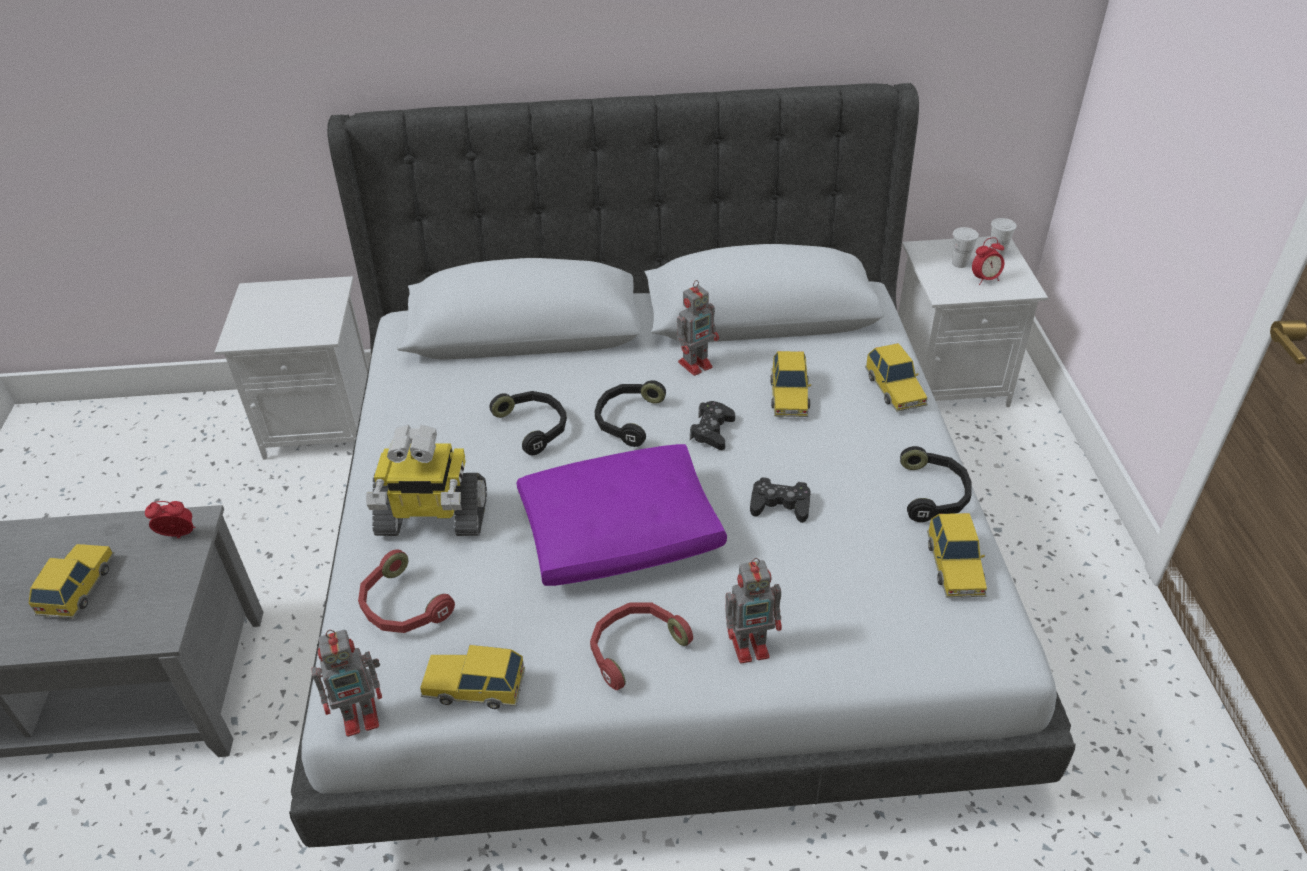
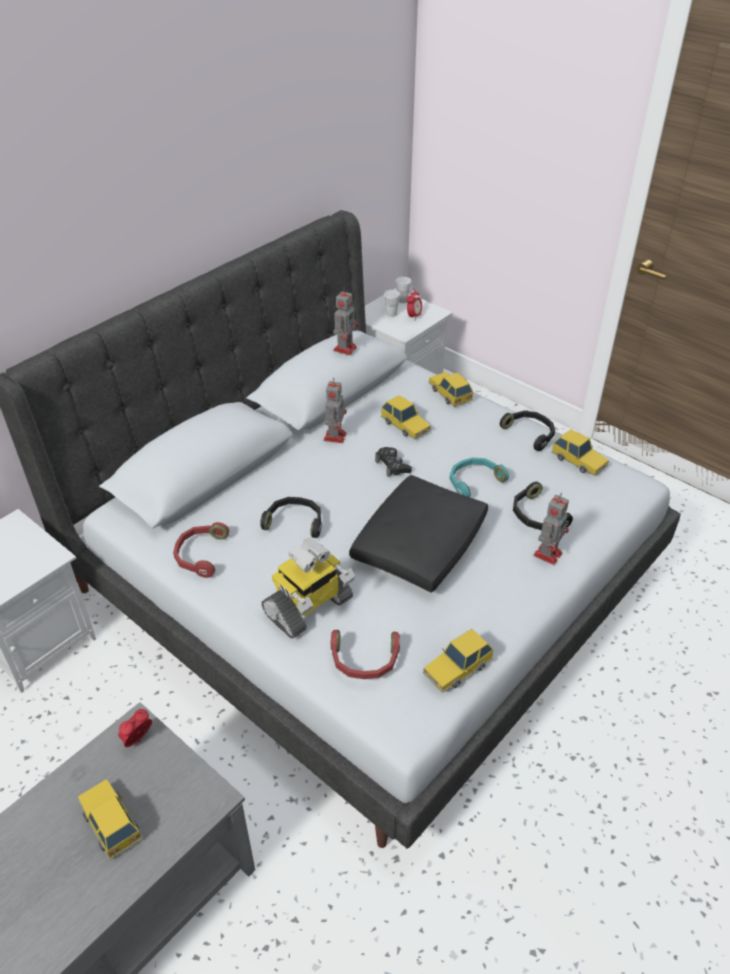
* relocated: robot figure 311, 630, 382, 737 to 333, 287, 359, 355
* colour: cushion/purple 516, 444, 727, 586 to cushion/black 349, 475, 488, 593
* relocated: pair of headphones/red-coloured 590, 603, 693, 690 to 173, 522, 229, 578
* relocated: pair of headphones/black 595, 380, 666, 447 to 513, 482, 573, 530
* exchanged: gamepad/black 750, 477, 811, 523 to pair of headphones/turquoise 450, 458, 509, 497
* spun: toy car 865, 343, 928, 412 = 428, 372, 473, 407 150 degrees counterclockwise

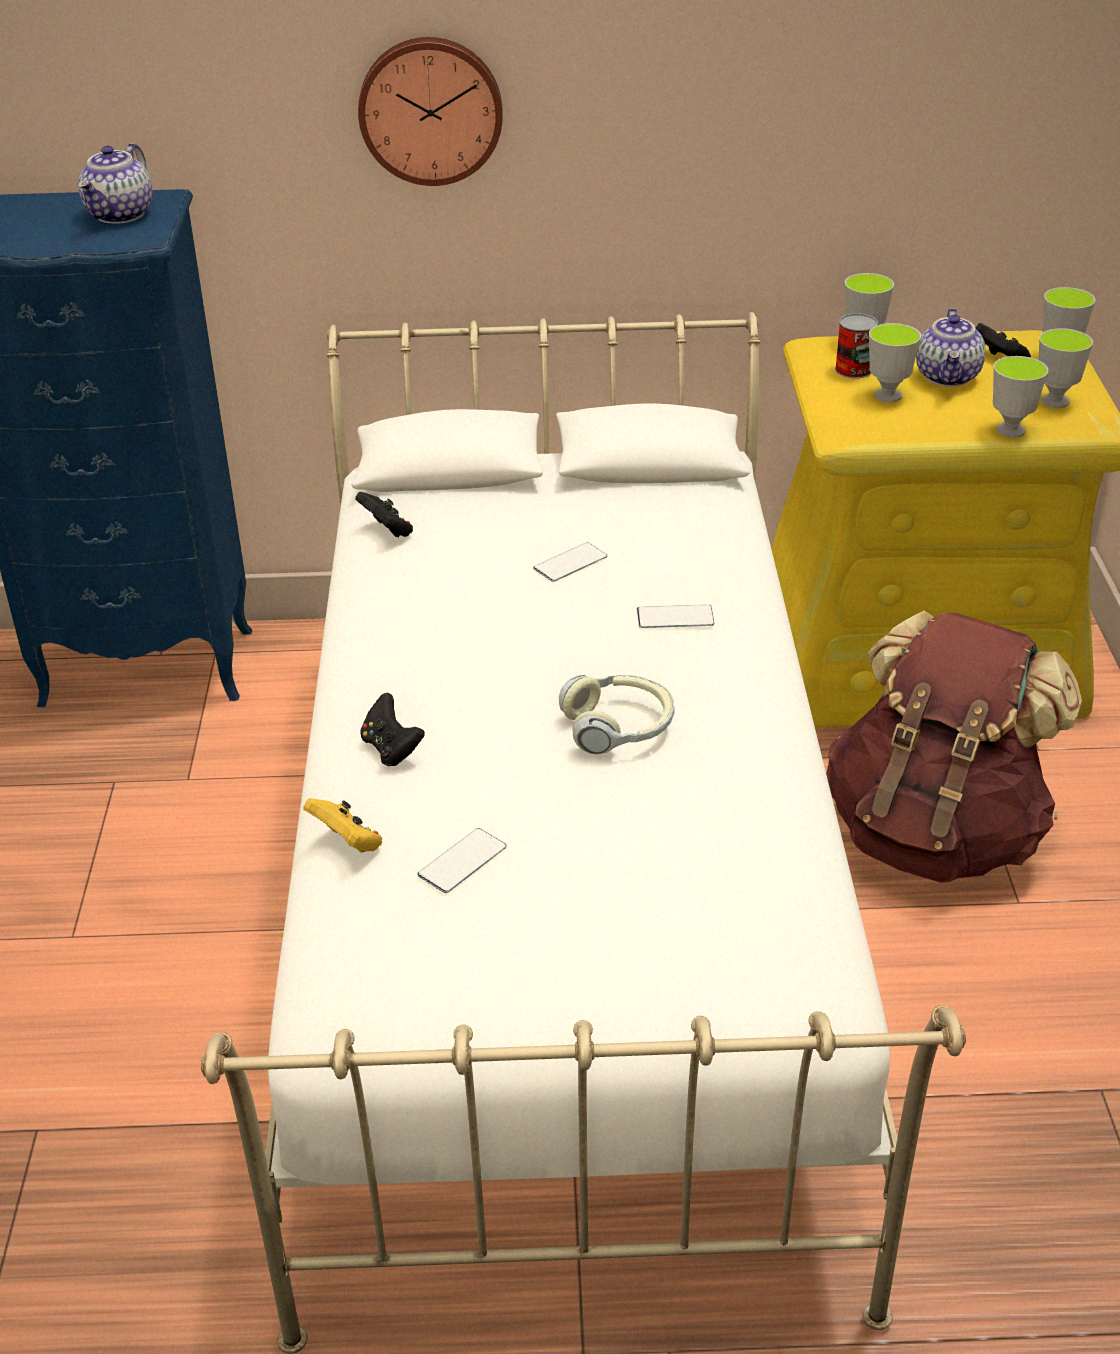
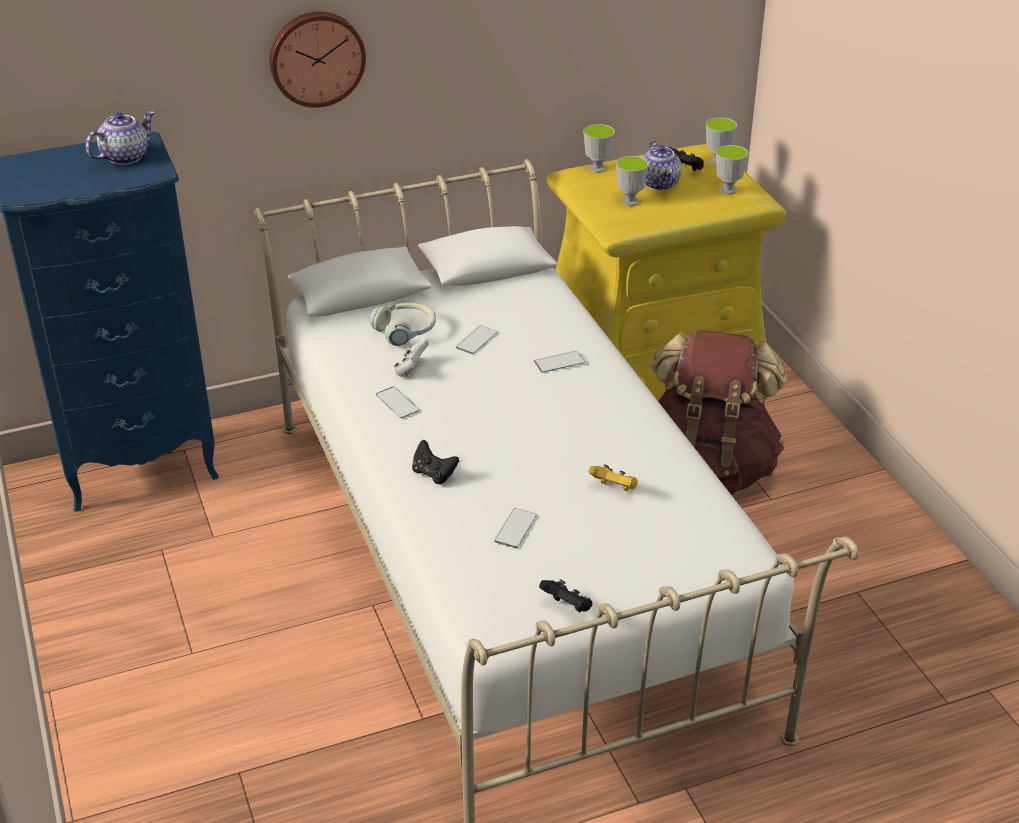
* spun: teapot 78, 143, 152, 224 = 86, 111, 155, 165 135 degrees counterclockwise
* relocated: gamepad/yellow 303, 798, 382, 853 to 589, 464, 638, 491
* relocated: gamepad/black 355, 492, 413, 537 to 539, 579, 592, 612
* relocated: pair of headphones 559, 675, 674, 755 to 370, 302, 436, 346
* missing: sealed can 835, 313, 878, 379
* missing: small cup 993, 356, 1048, 438
* appeared: telephone 376, 386, 419, 418
* appeared: gamepad/white 394, 340, 429, 377

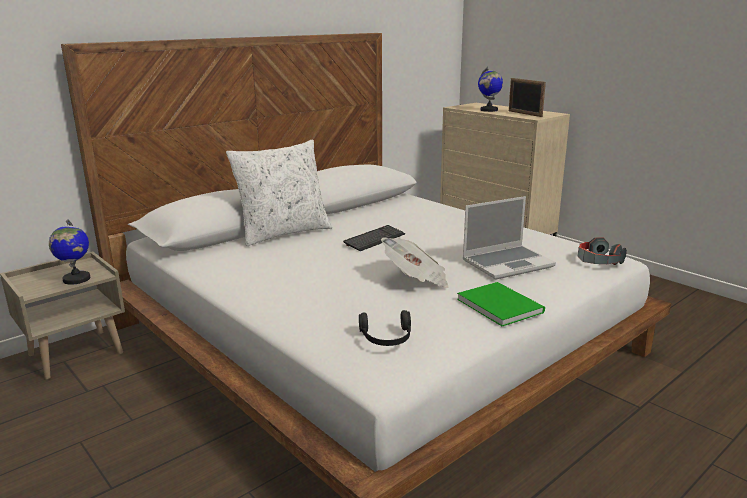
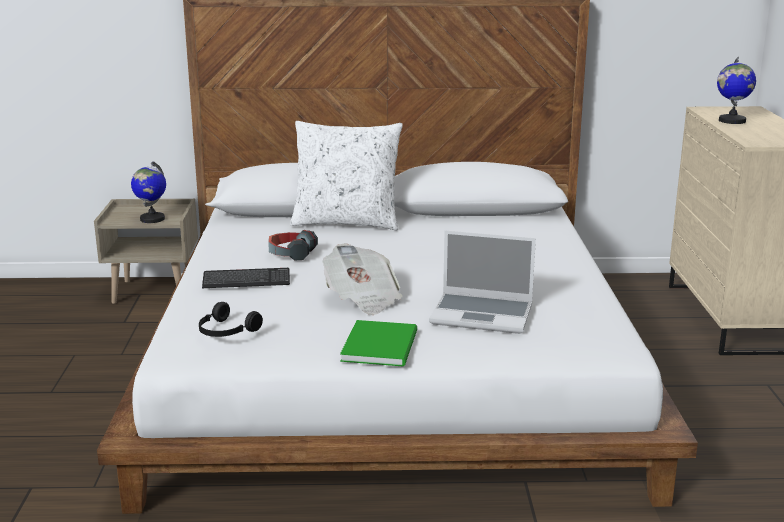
* relocated: computer keyboard 343, 225, 405, 251 to 202, 268, 290, 288
* missing: photo frame 509, 78, 546, 117
* relocated: pair of headphones 578, 237, 627, 265 to 268, 230, 318, 261

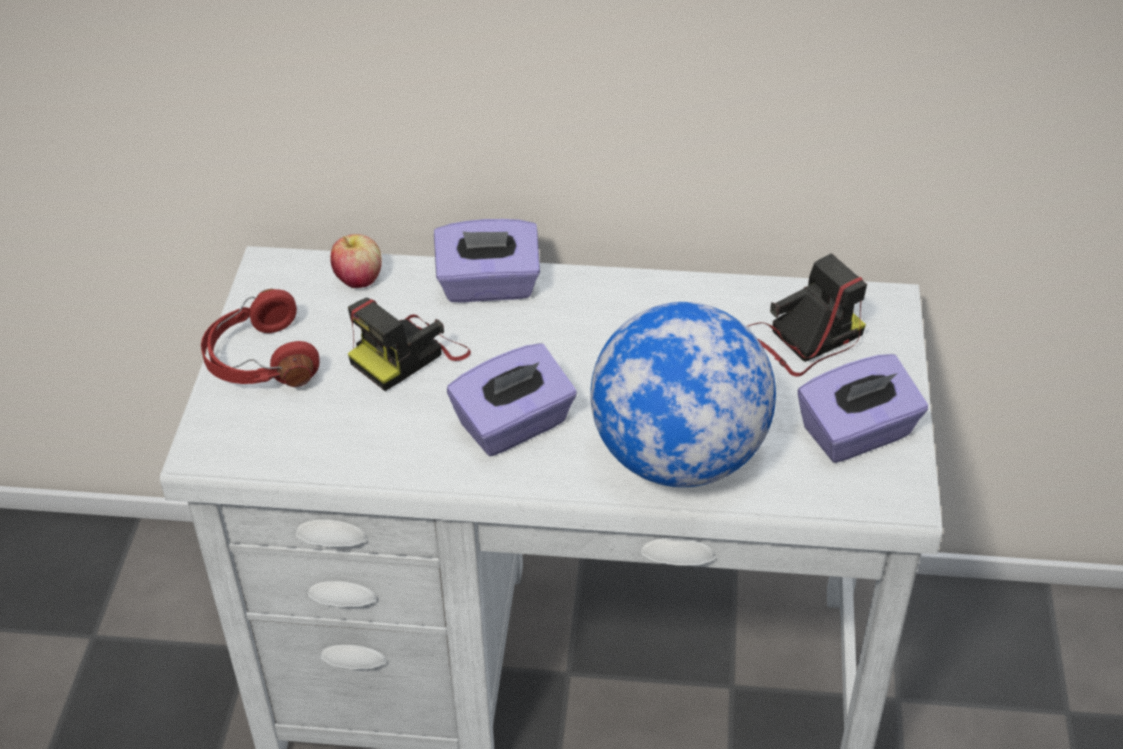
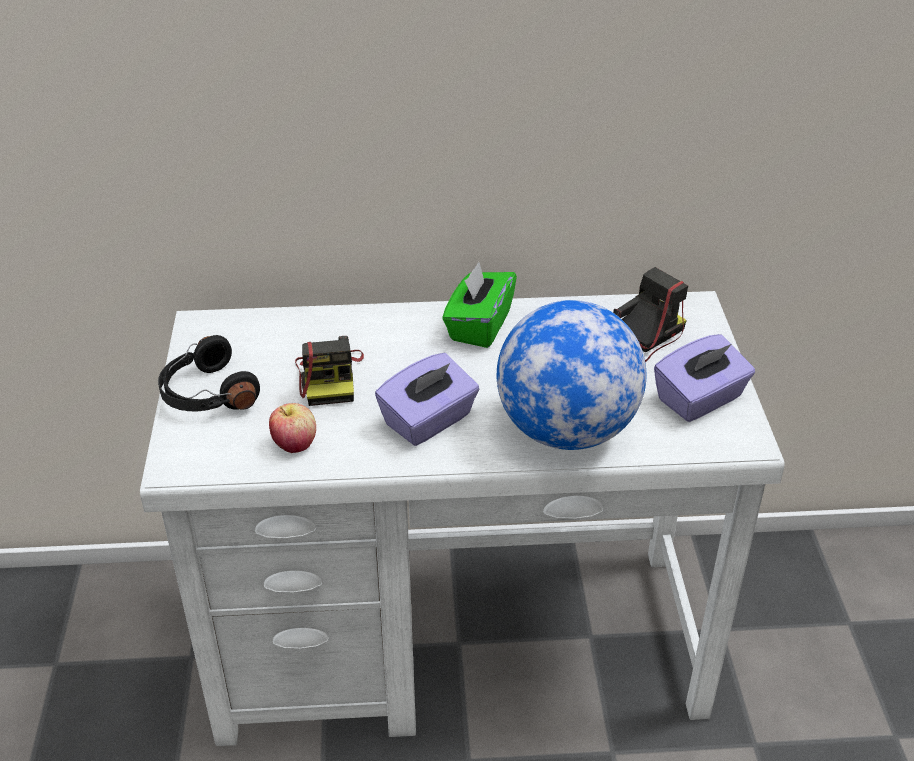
* colour: pair of headphones/red-coloured 201, 289, 320, 387 to pair of headphones/black 158, 335, 260, 411
* relocated: whole apple 330, 234, 382, 288 to 269, 403, 316, 453
* spun: photo camera 348, 298, 471, 391 = 295, 336, 364, 406 45 degrees counterclockwise
* missing: box of tissues/purple 434, 219, 540, 303
* appeared: box of tissues/green-coloured 442, 262, 517, 348

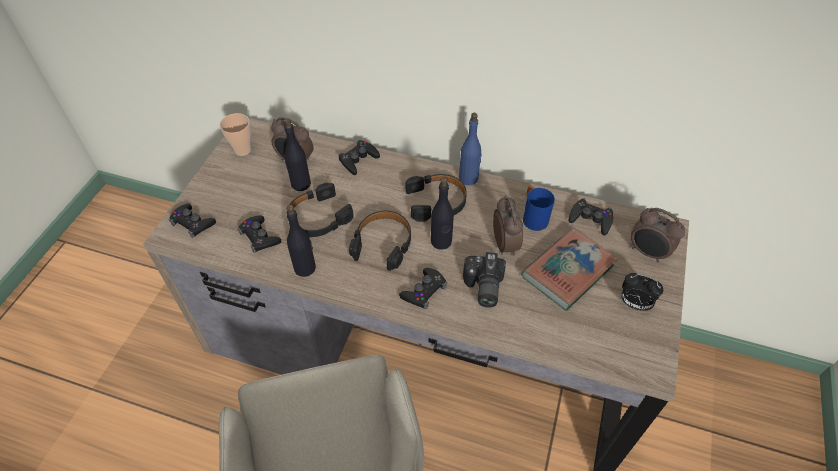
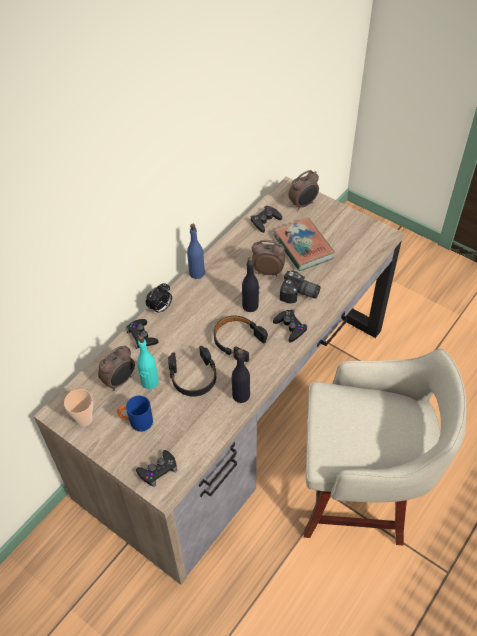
* missing: gamepad/black 238, 215, 281, 253
* colour: drink bottle/black 284, 118, 311, 191 to drink bottle/turquoise 137, 335, 159, 389
* missing: pair of headphones/black 405, 174, 467, 222
* relocated: mug/blue 523, 186, 555, 231 to 117, 396, 153, 432
* relocated: alarm clock 621, 273, 663, 311 to 146, 283, 172, 314

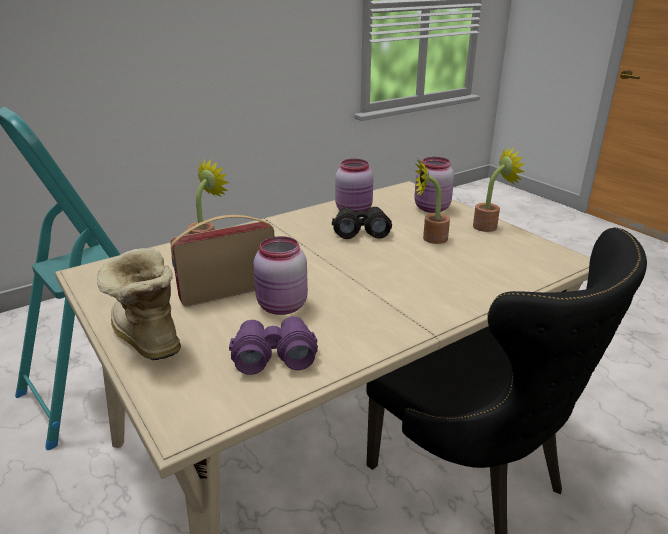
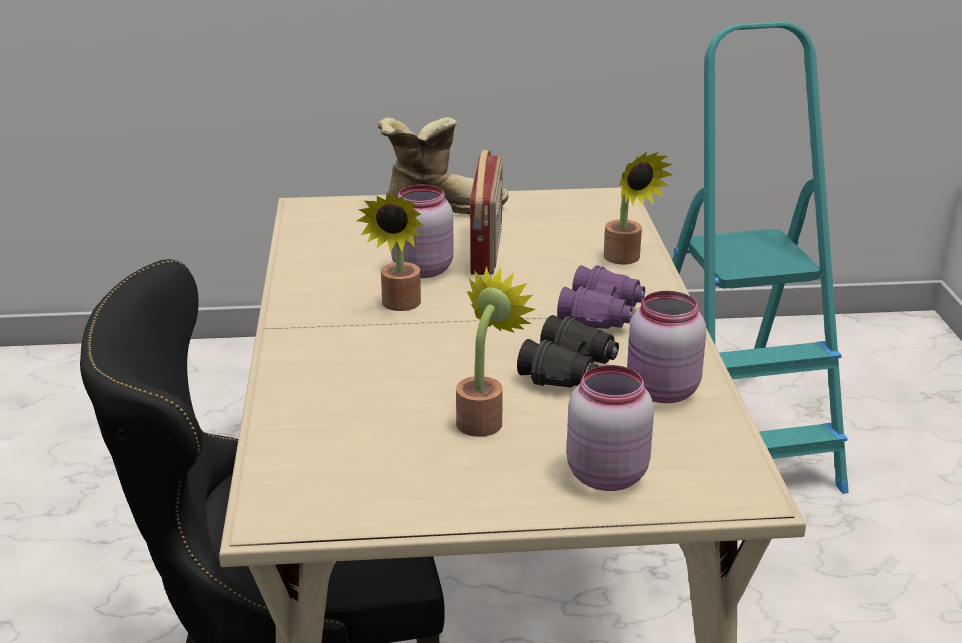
* relocated: binoculars/purple 229, 316, 318, 375 to 557, 265, 645, 329
* relocated: houseplant 473, 146, 525, 232 to 357, 193, 423, 311

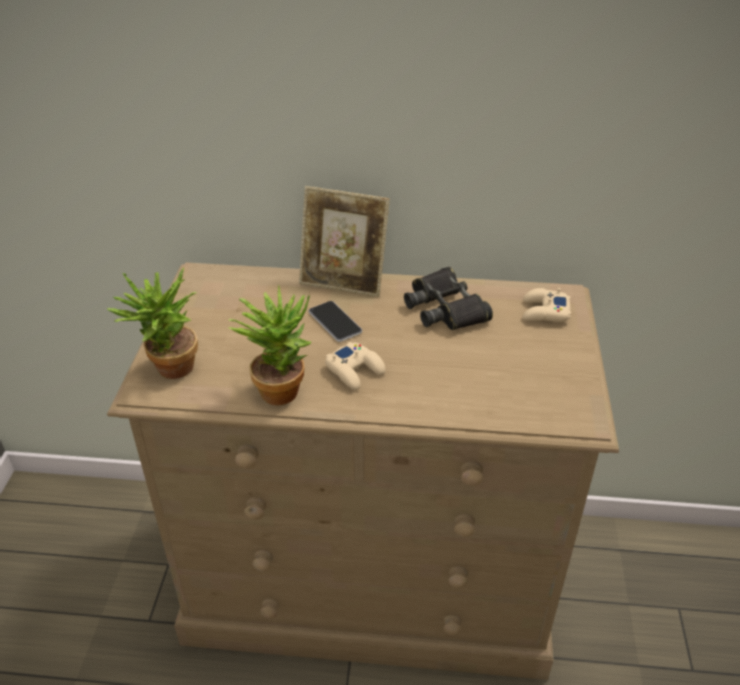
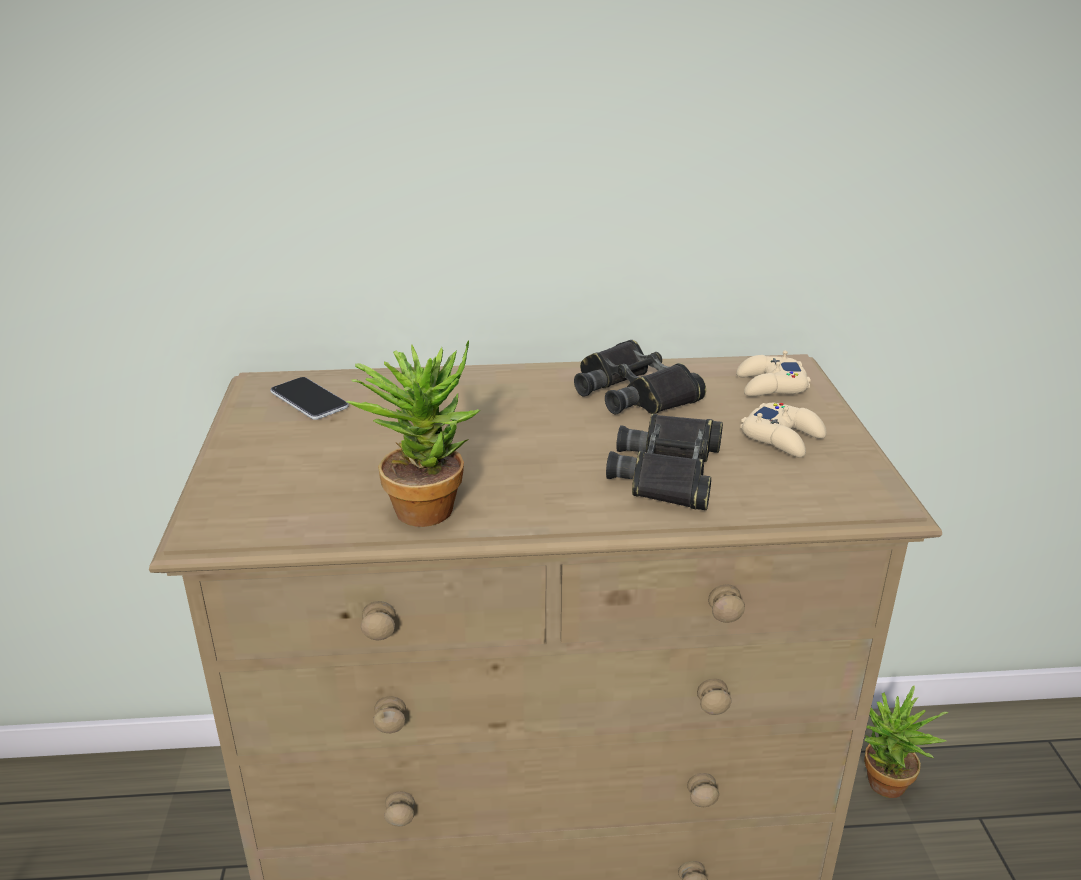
* relocated: houseplant 107, 268, 198, 379 to 864, 686, 948, 798
* missing: photo frame 299, 186, 390, 297
* relocated: telephone 309, 301, 362, 342 to 270, 377, 349, 420
* relocated: gamepad/sand-coloured 325, 342, 386, 390 to 740, 403, 826, 458
* appeared: binoculars/black 606, 414, 723, 510

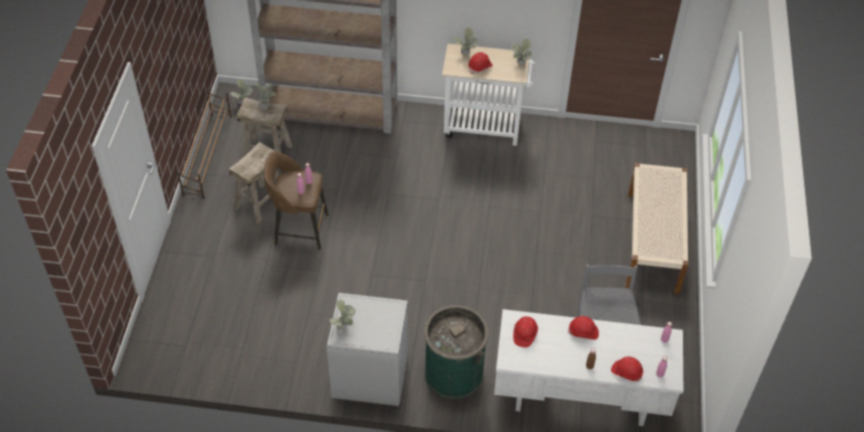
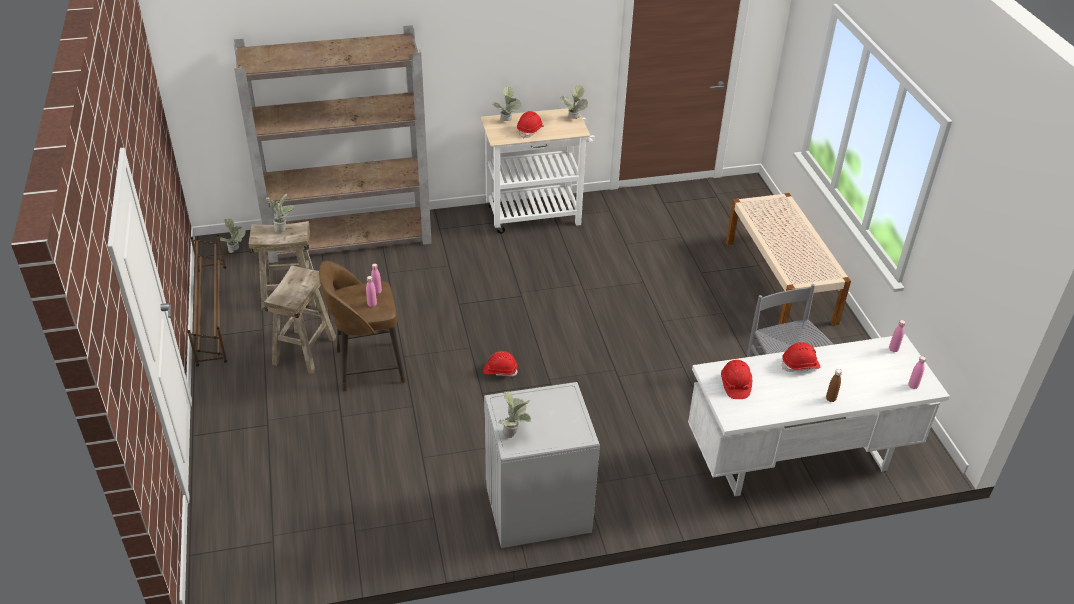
* missing: rubbish bin/green-coloured 424, 305, 489, 400
* relocated: hard hat/red-coloured 611, 356, 643, 382 to 483, 351, 518, 377

